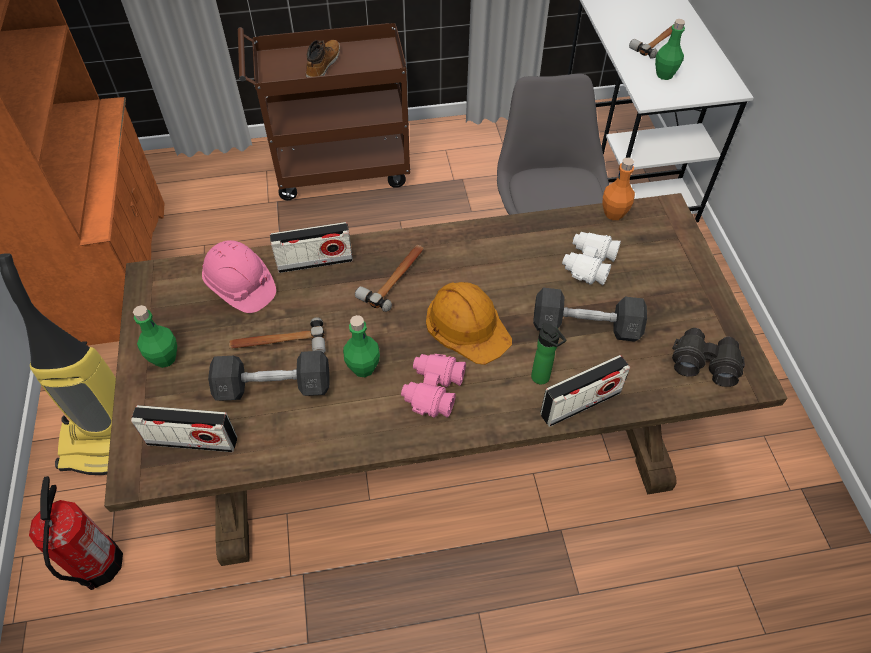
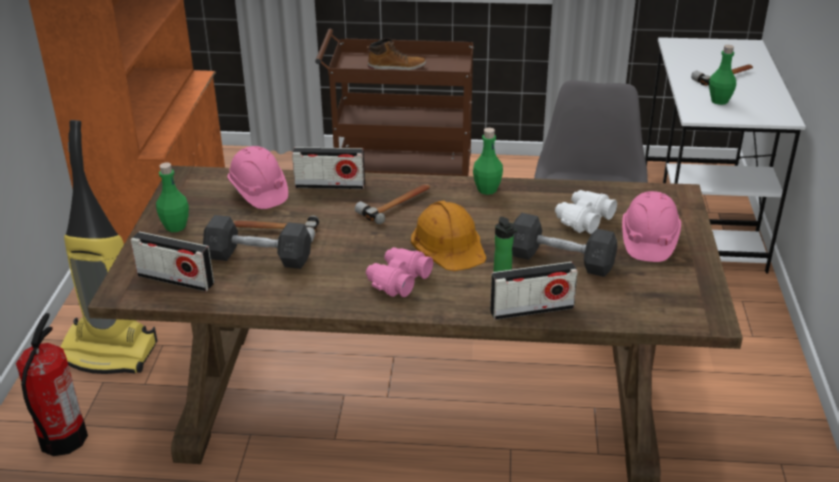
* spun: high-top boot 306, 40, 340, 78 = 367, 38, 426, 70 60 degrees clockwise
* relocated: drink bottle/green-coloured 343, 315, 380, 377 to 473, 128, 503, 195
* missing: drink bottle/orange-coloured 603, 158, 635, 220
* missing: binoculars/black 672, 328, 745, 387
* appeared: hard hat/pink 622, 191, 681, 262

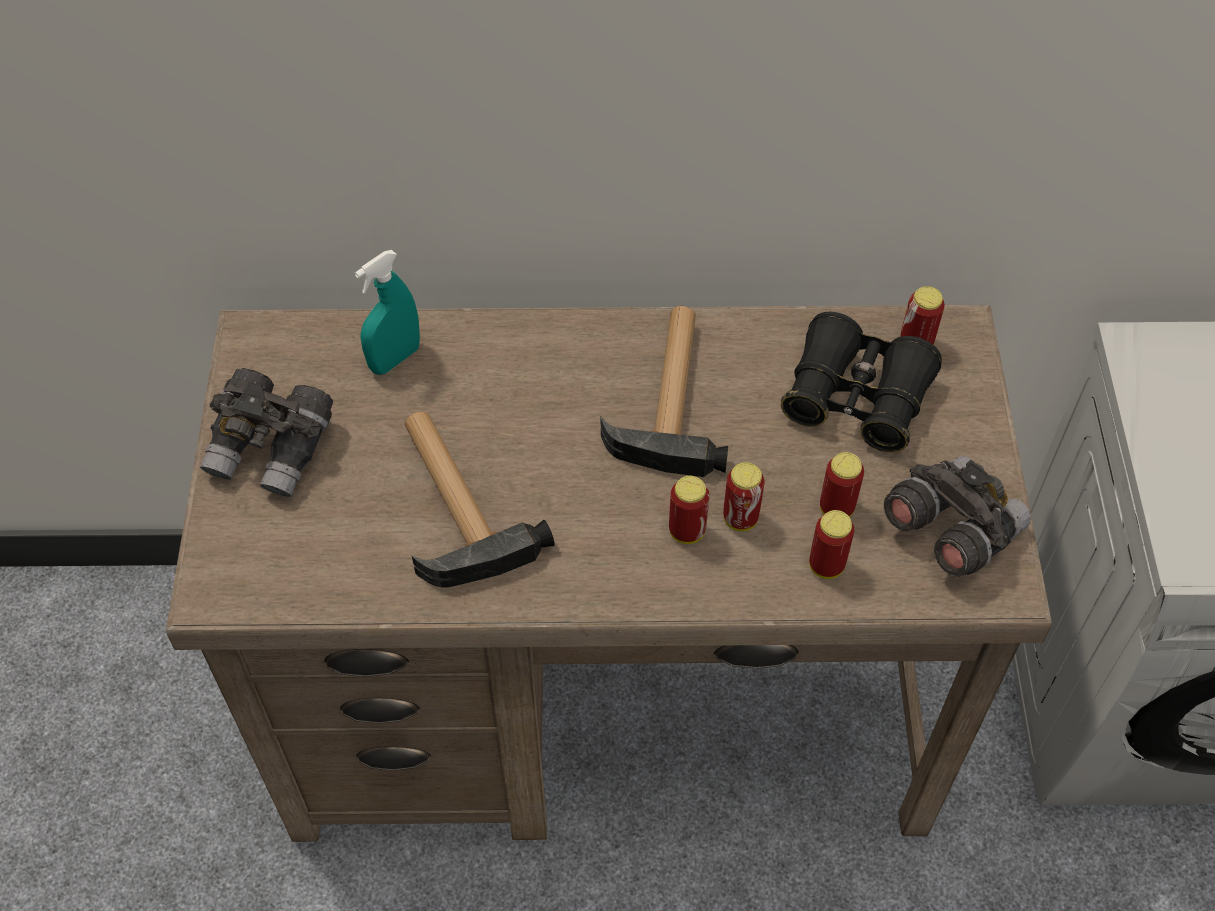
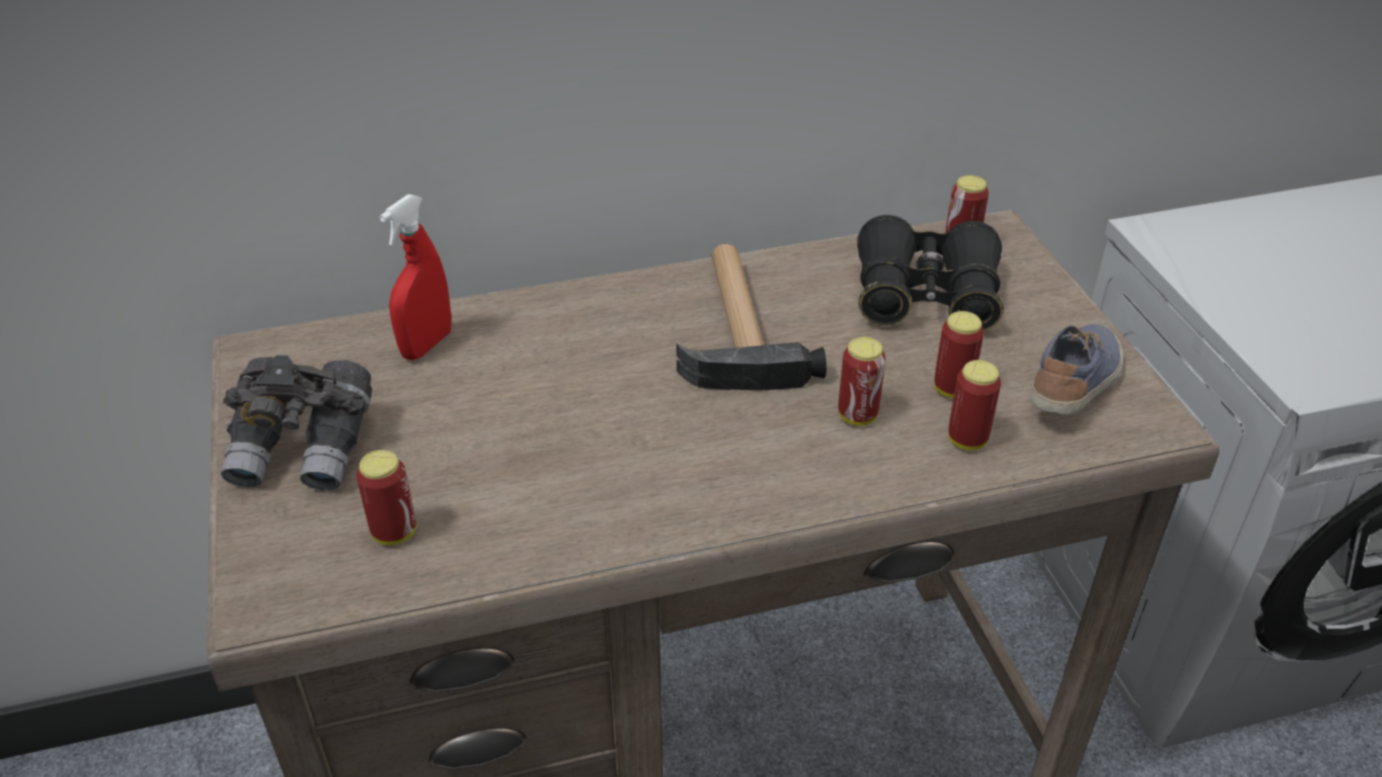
* colour: hand sprayer/turquoise 355, 250, 420, 375 to hand sprayer/red-coloured 379, 194, 451, 360
* missing: tool hammer 405, 412, 555, 587
* relocated: sealed can 669, 476, 710, 544 to 356, 450, 416, 545
* exchanged: binoculars/grey 884, 456, 1031, 577 to low shoe 1030, 324, 1123, 414

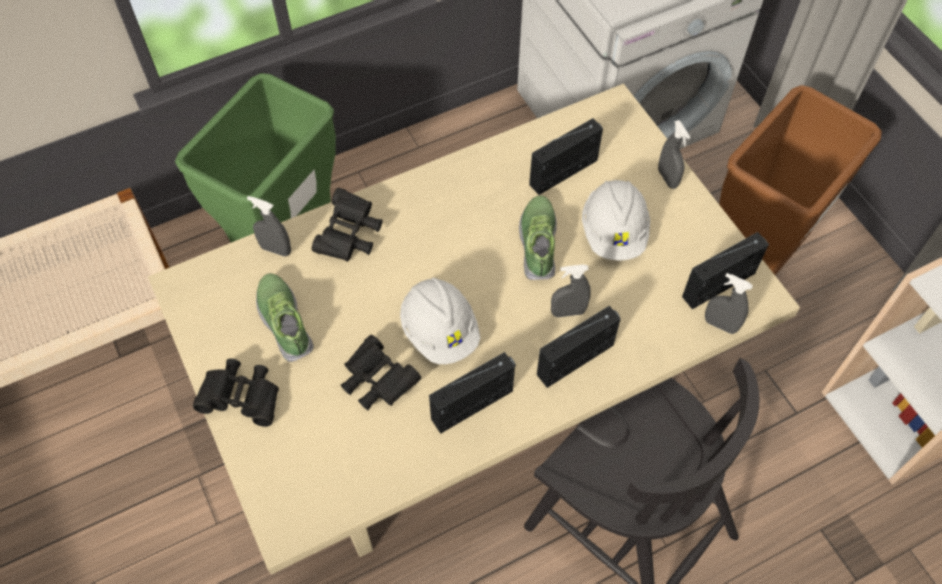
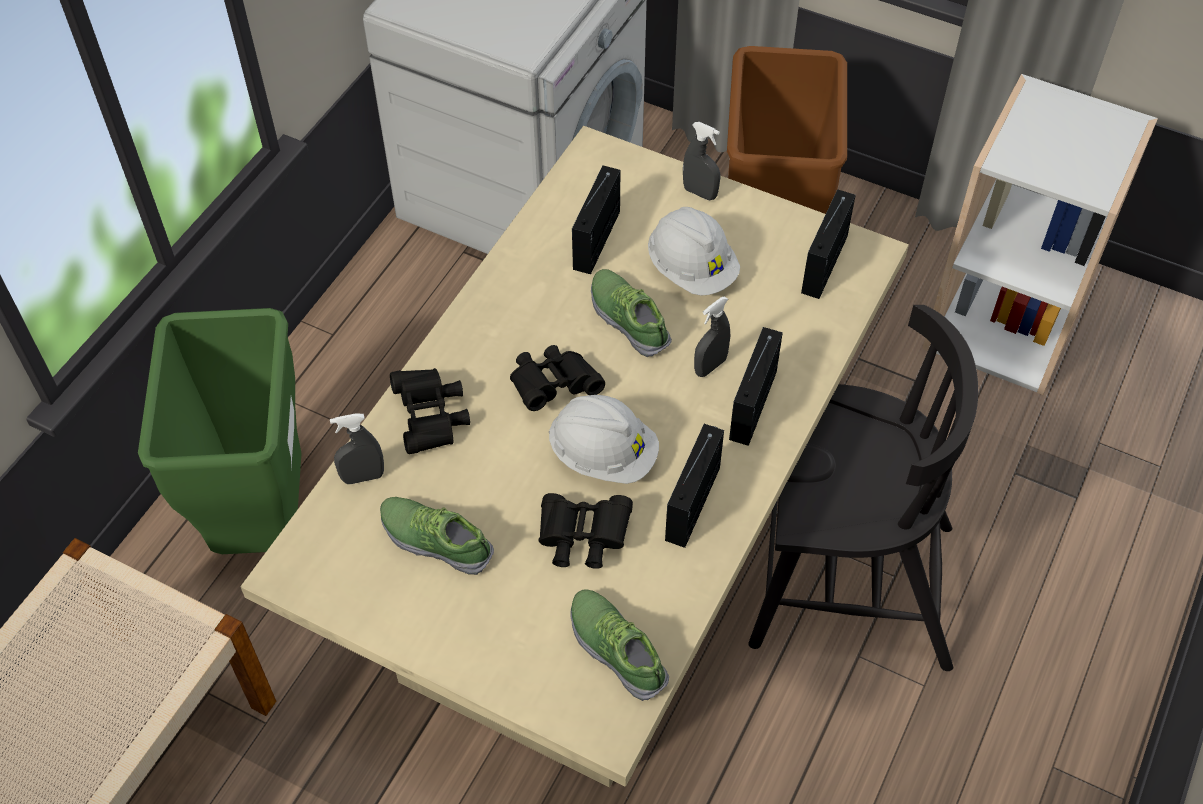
* relocated: binoculars/black 193, 359, 279, 427 to 510, 345, 605, 411
* missing: hand sprayer/grey 705, 273, 753, 334
* appeared: low shoe 570, 589, 669, 701

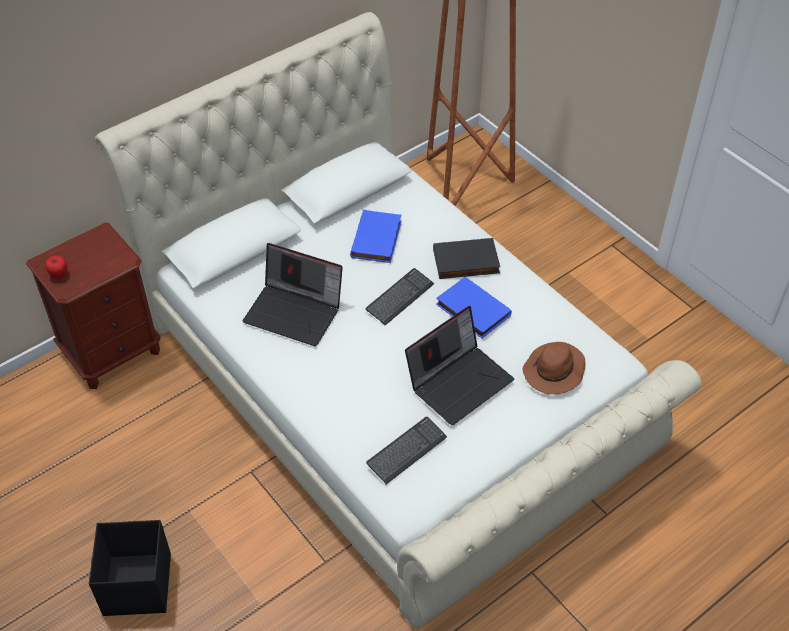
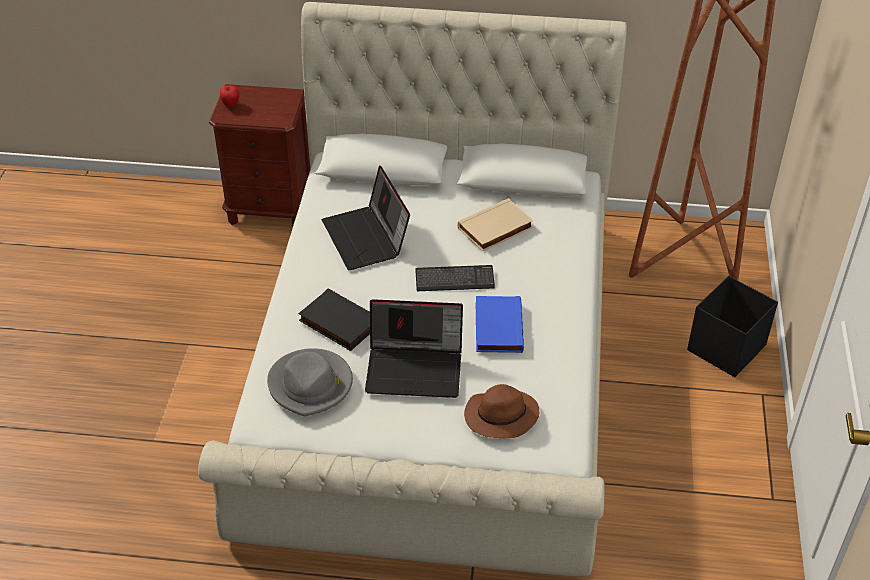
* relocated: storage container/black 89, 520, 171, 616 to 687, 276, 778, 377
* colour: book/blue 350, 210, 402, 263 to book/sand-coloured 458, 198, 533, 252
* exchanged: computer keyboard 366, 417, 447, 484 to wearable hat/grey 267, 348, 353, 416
* relocated: book/black 433, 238, 500, 279 to 298, 289, 370, 351

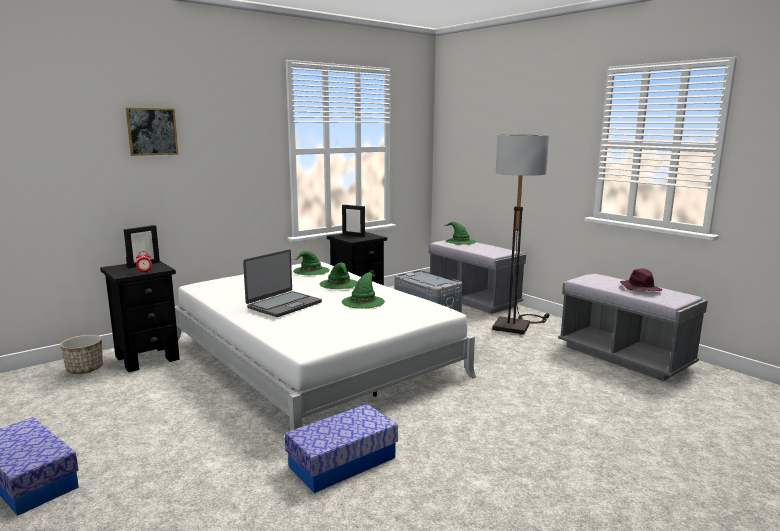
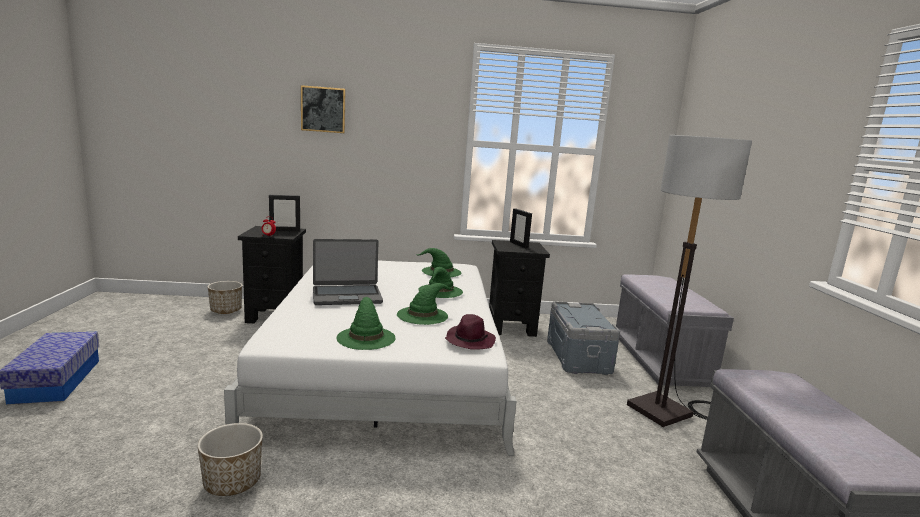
* exchanged: storage container 285, 404, 398, 493 to plant pot 198, 423, 263, 496
* relocated: wearable hat/green-coloured 445, 222, 476, 245 to 337, 297, 396, 350
* relocated: wearable hat/purple 620, 268, 662, 291 to 445, 314, 496, 350

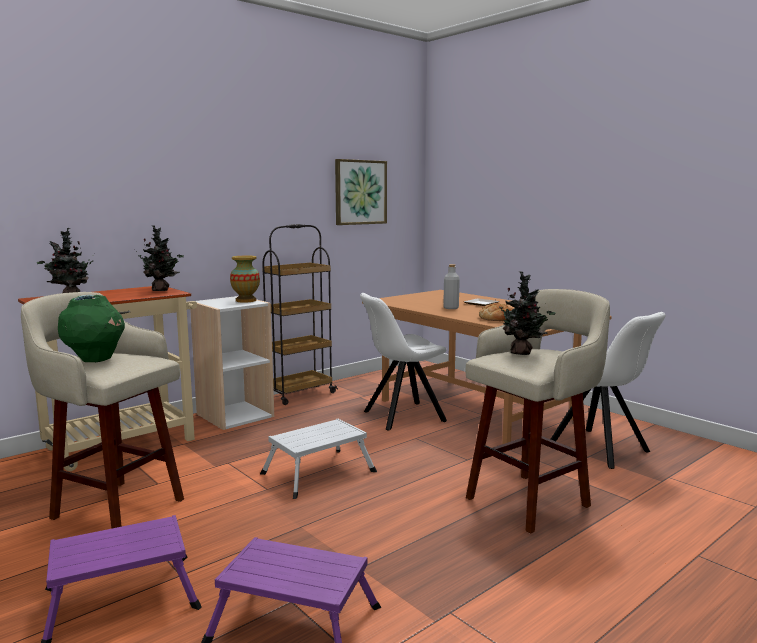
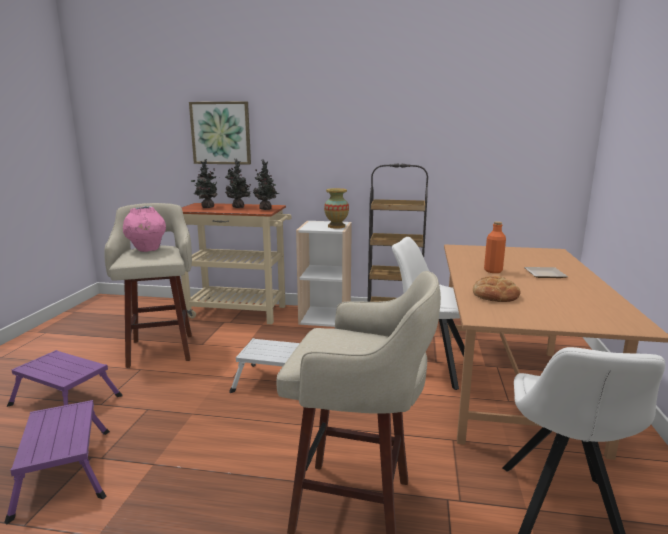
* colour: decorative vase/green-coloured 58, 295, 125, 362 to decorative vase/pink 123, 206, 166, 252
* relocated: picture 335, 159, 387, 225 to 189, 101, 251, 165
* colour: drink bottle/grey 443, 264, 460, 309 to drink bottle/orange-coloured 484, 221, 506, 273
* relocated: houseplant 495, 271, 556, 355 to 225, 159, 251, 208

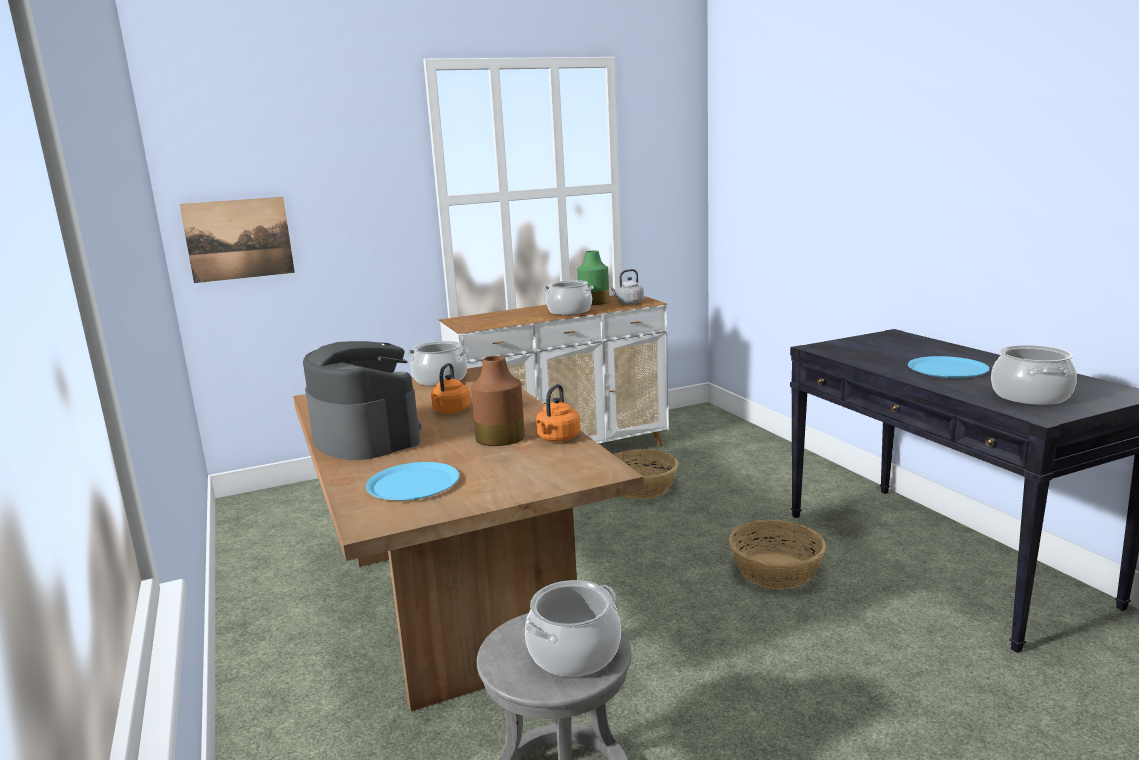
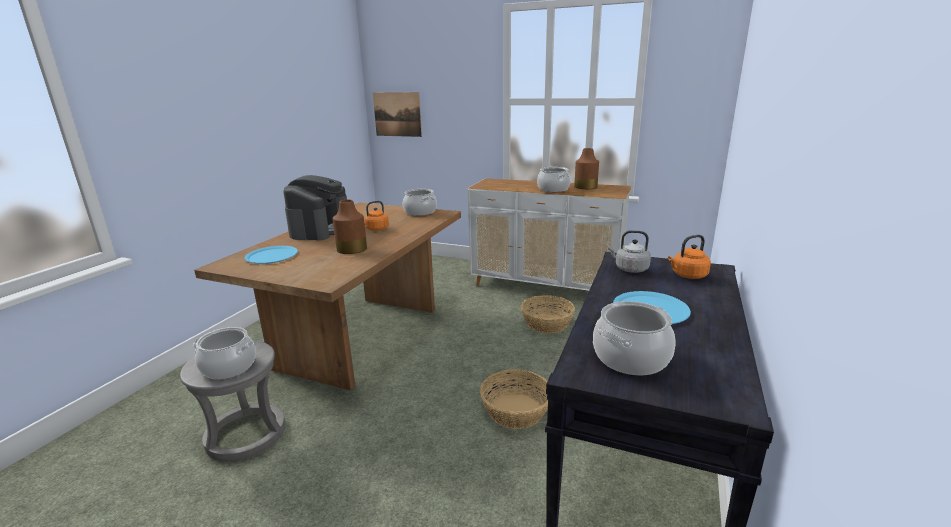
* relocated: water kettle/orange-coloured 536, 384, 580, 442 to 668, 235, 711, 279
* colour: decorative vase/green-coloured 577, 251, 609, 305 to decorative vase/brown 574, 148, 599, 189
* relocated: water kettle/grey 609, 269, 644, 304 to 608, 230, 651, 273

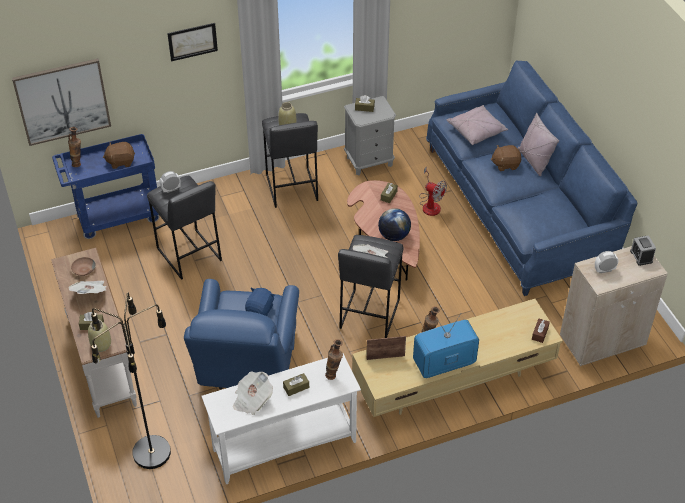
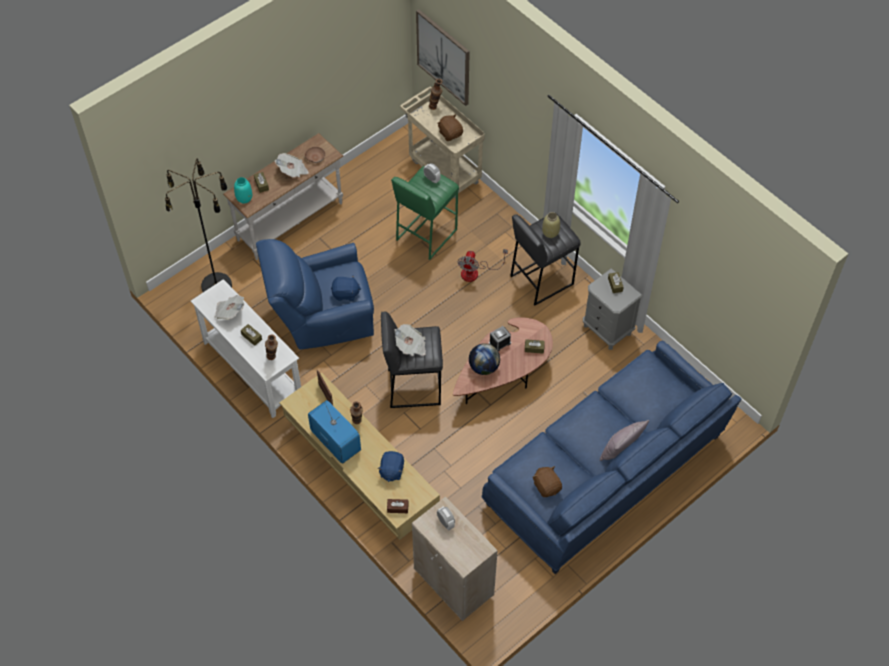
* colour: trolley/blue 52, 134, 159, 239 to trolley/sand-coloured 400, 87, 485, 198
* colour: decorative vase/sand-coloured 88, 320, 111, 352 to decorative vase/turquoise 234, 177, 252, 203
* colour: sitting stool/grey 147, 176, 222, 280 to sitting stool/green-coloured 391, 166, 459, 260
* missing: picture 167, 23, 218, 61
* relocated: fan 419, 166, 447, 216 to 458, 249, 508, 282
* missing: cushion/purple 447, 105, 508, 145
* relocated: plush toy/brown 491, 145, 521, 171 to 533, 466, 562, 497
* relocated: alarm clock 630, 235, 656, 266 to 489, 326, 511, 351
* appeared: plush toy/blue 377, 451, 404, 482

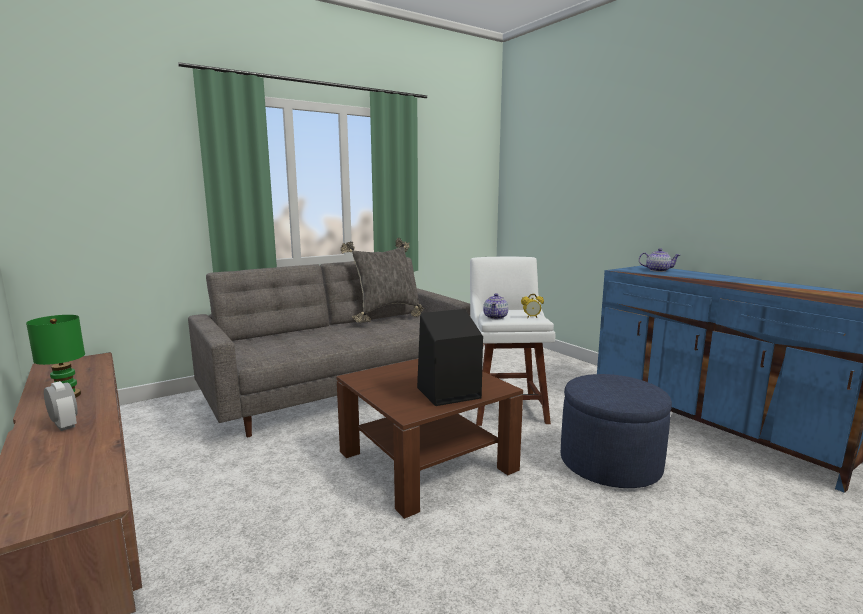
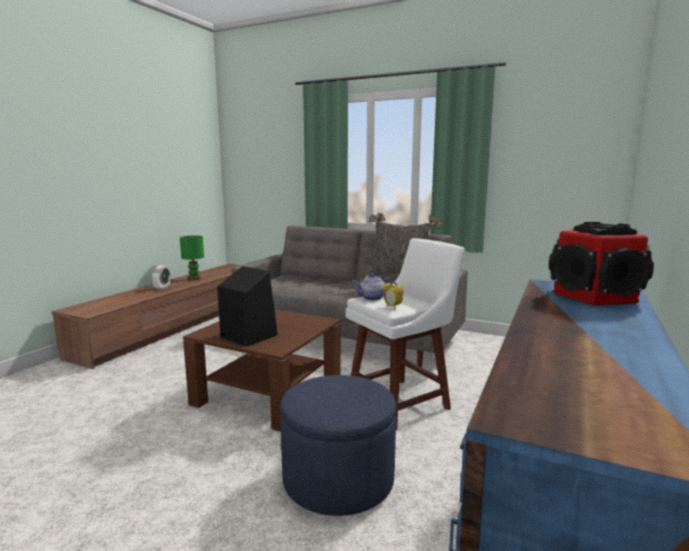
* exchanged: teapot 639, 248, 680, 272 to audio speaker 549, 222, 654, 305

